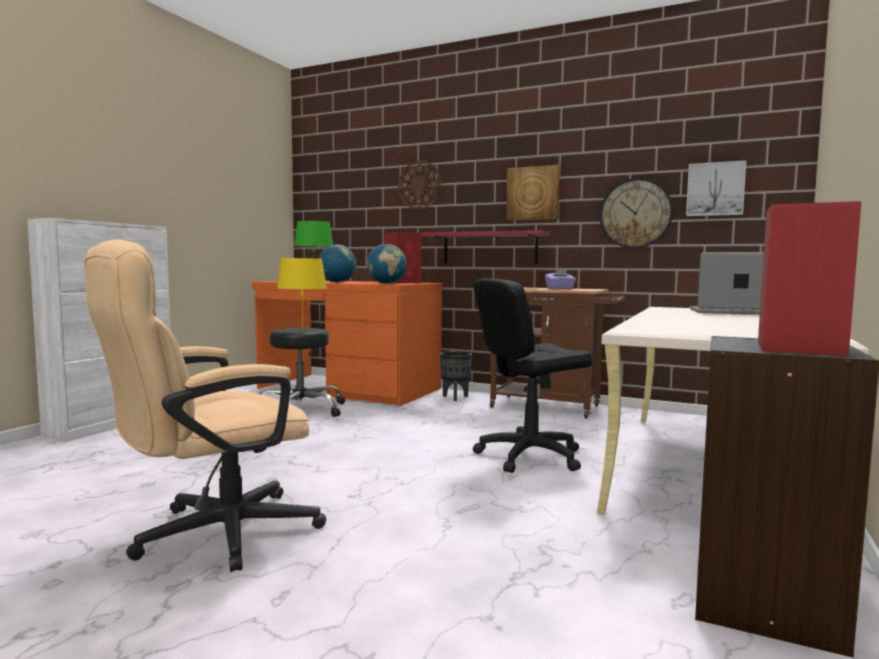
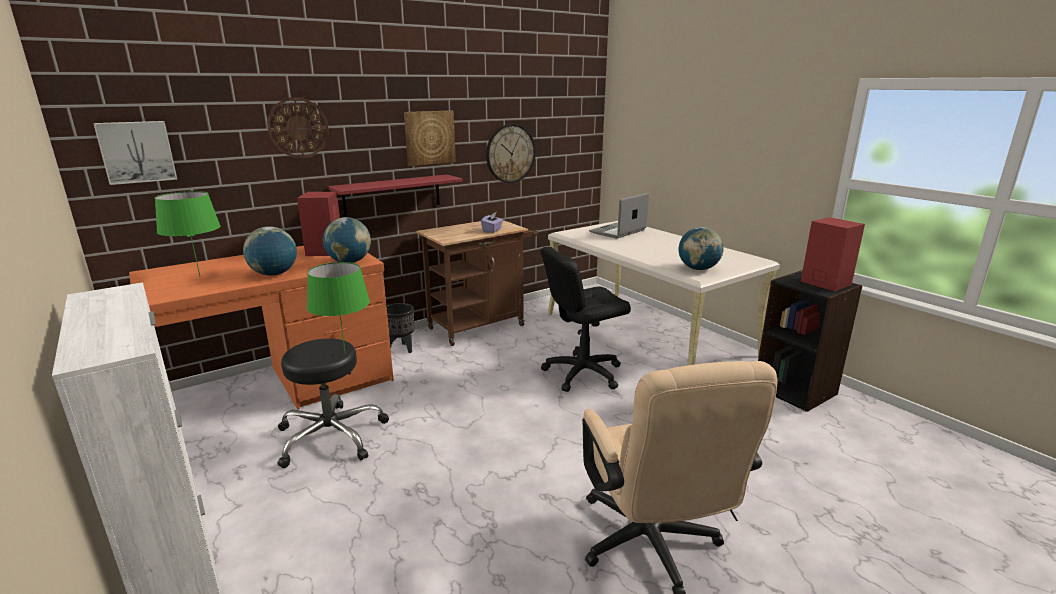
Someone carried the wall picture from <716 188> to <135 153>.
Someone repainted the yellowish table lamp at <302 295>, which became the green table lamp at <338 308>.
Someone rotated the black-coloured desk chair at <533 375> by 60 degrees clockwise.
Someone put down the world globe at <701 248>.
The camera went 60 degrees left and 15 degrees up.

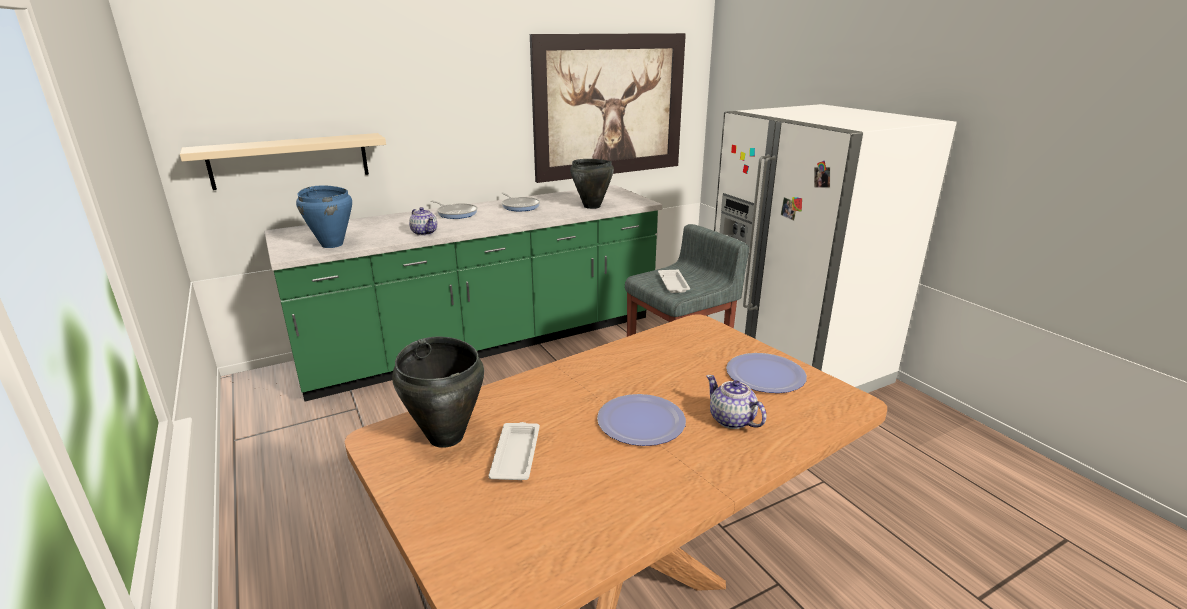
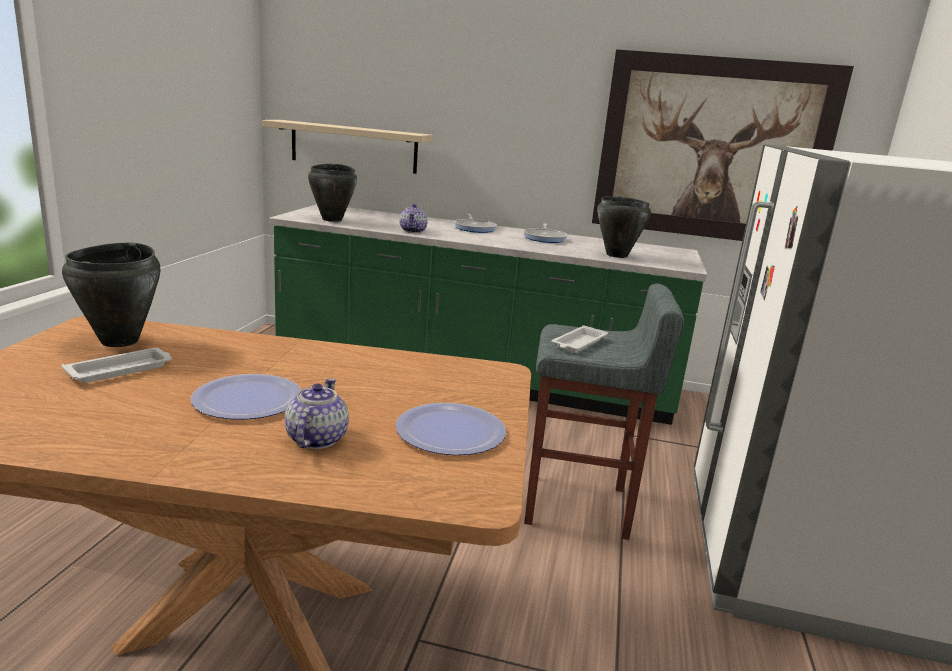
Someone repainted the bluish saucepot at <324 216>, which became the black-coloured saucepot at <332 193>.
The camera went 40 degrees right and 5 degrees down.

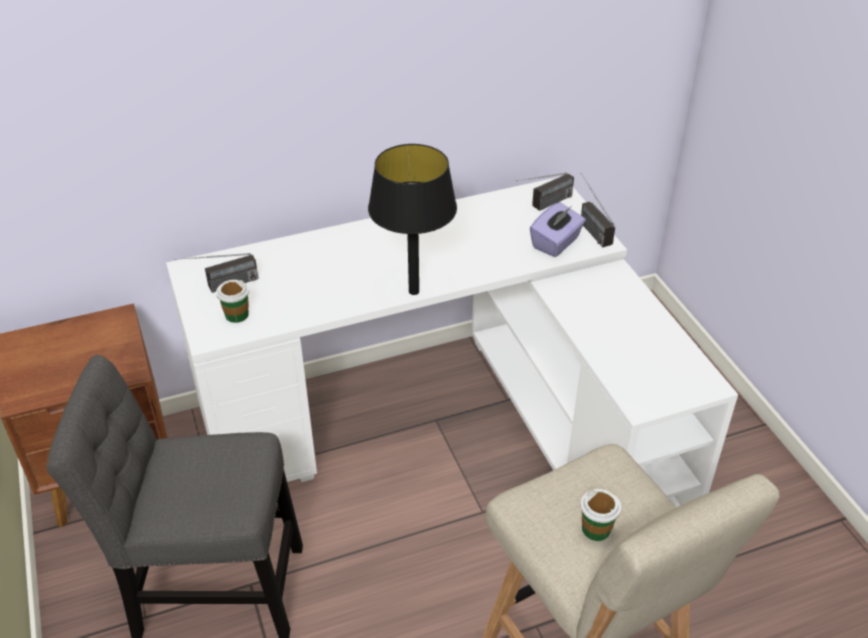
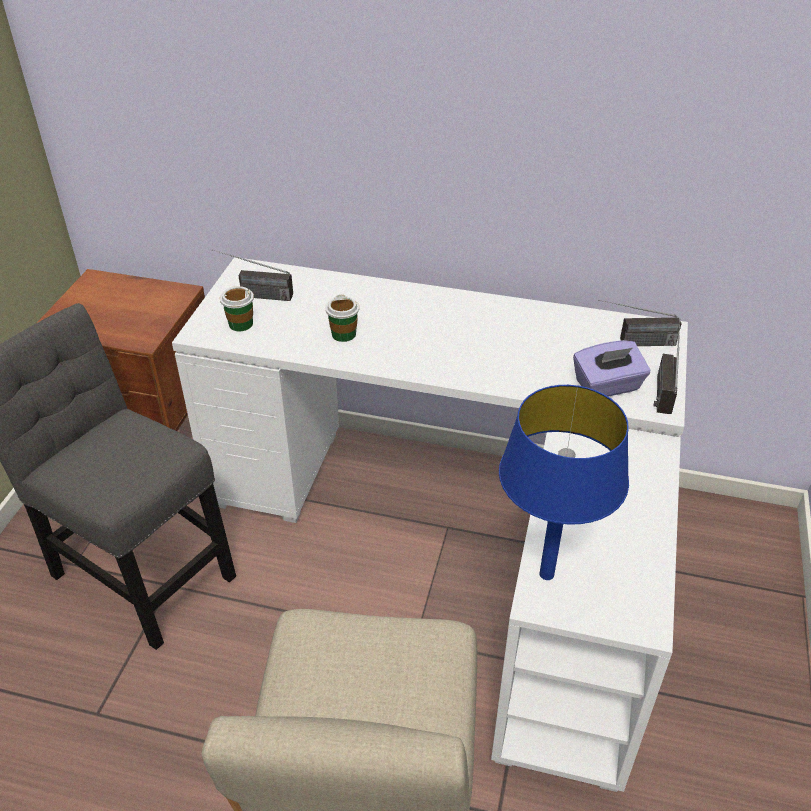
Someone took away the black-coloured table lamp at <412 219>.
Someone carried the drinking cup from <600 515> to <342 318>.
Someone put down the bluish table lamp at <564 482>.
The camera went 35 degrees right and 0 degrees up.

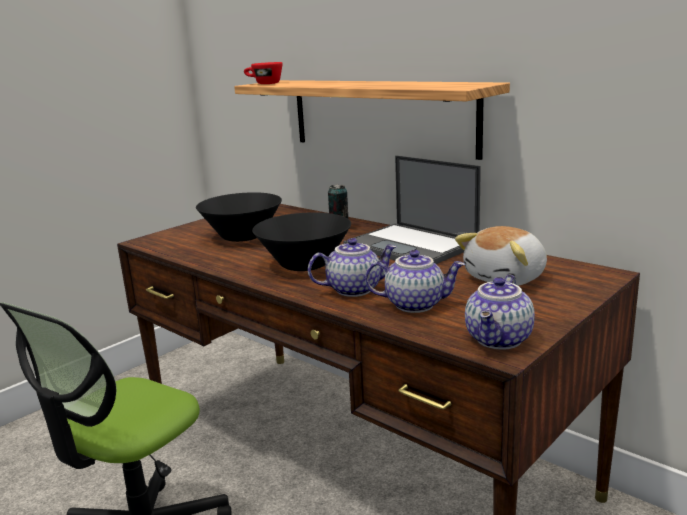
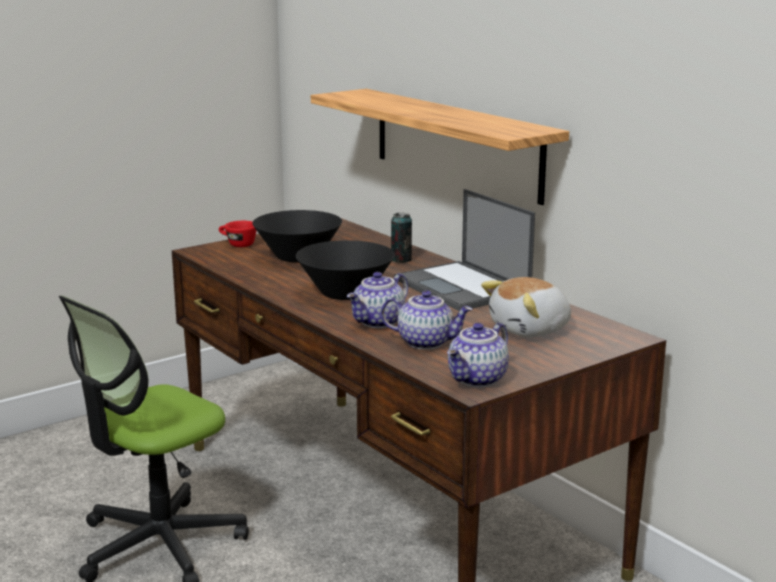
Someone carried the red-coloured drinking cup from <263 73> to <238 234>.
Someone rotated the pot for tea at <352 267> by 135 degrees clockwise.
The camera went 10 degrees right and 0 degrees up.

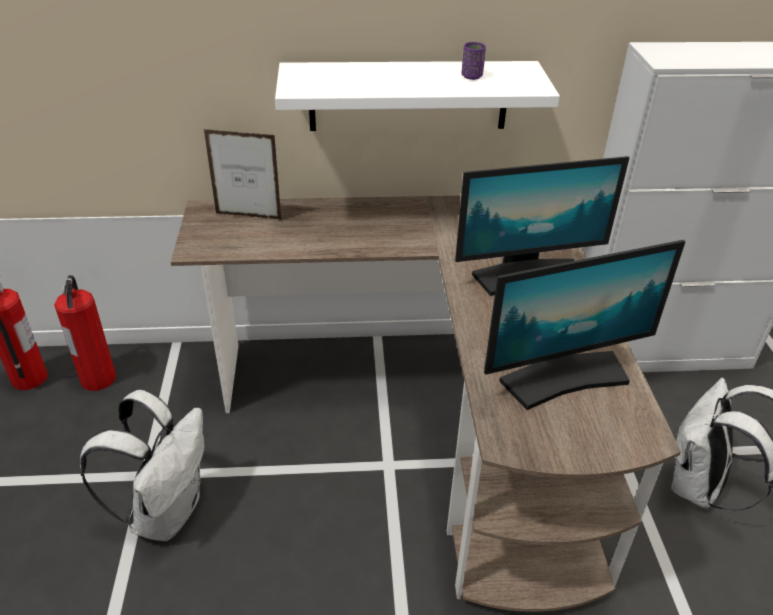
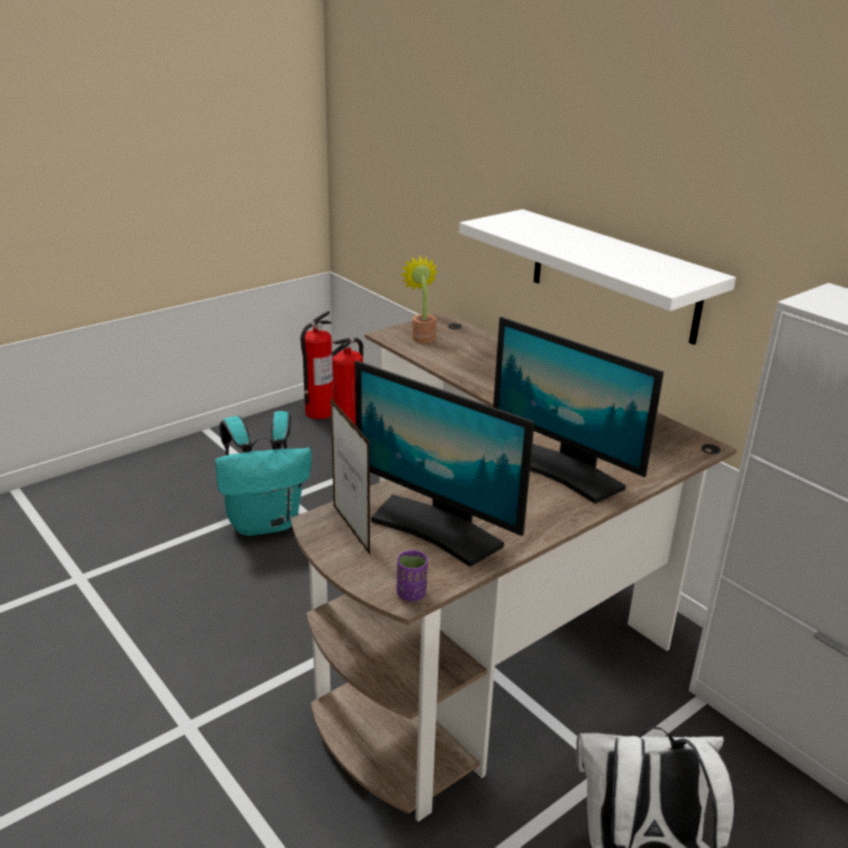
Someone carried the purplish drinking cup from <474 61> to <412 575>.
Someone carried the picture frame from <243 174> to <350 477>.
Someone repainted the white rucksack at <142 465>, which became the turquoise rucksack at <263 473>.
Someone put down the plant in a pot at <419 299>.
The camera went 55 degrees right and 10 degrees down.

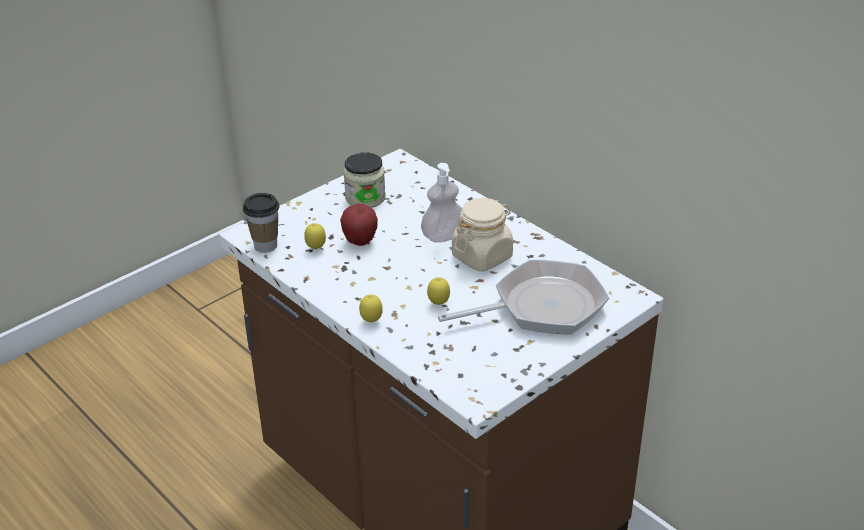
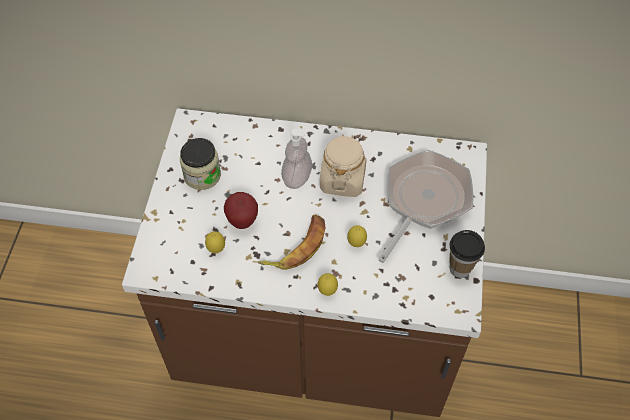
Someone carried the drinking cup from <261 223> to <467 254>.
Someone put down the whole banana at <292 242>.
The camera went 40 degrees left and 20 degrees up.

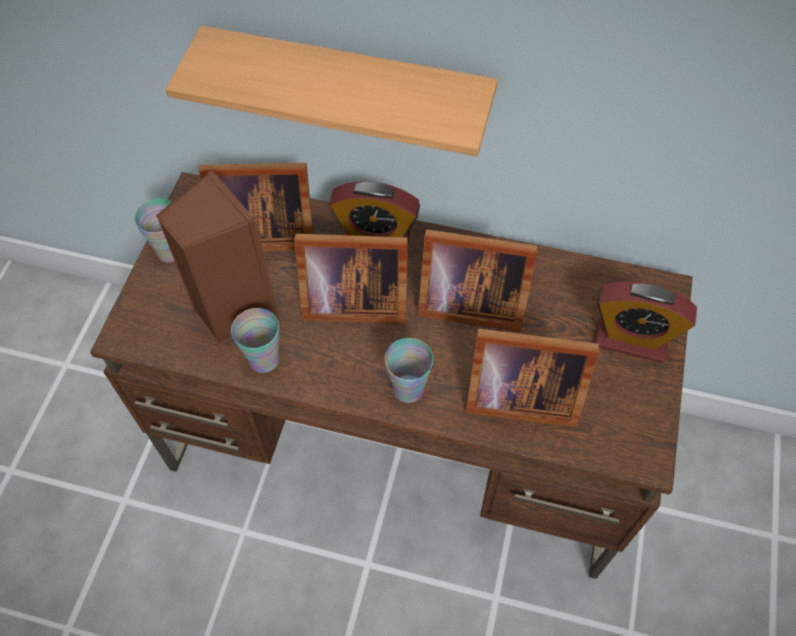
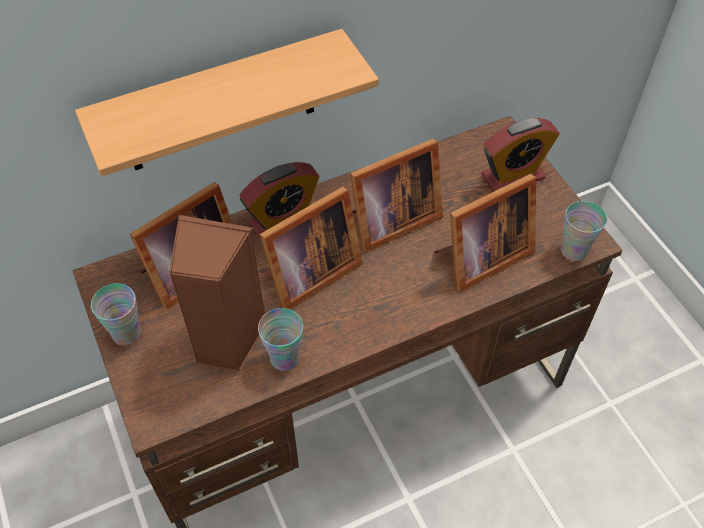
Someone carried the drinking cup from <409 370> to <584 231>.
The camera went 40 degrees left and 5 degrees down.

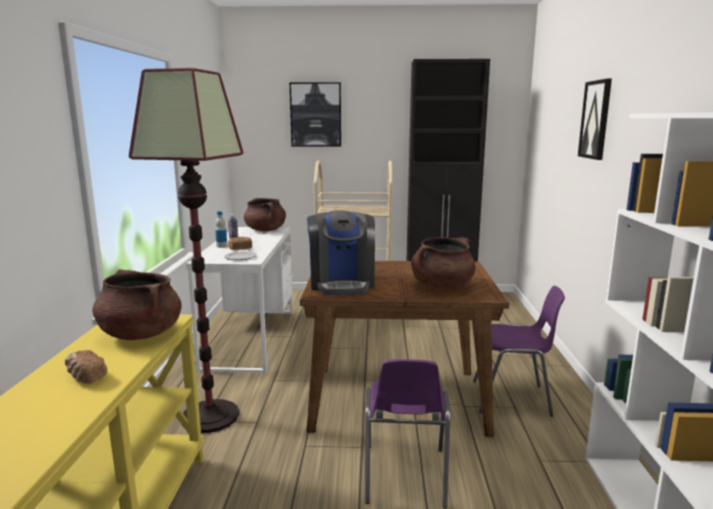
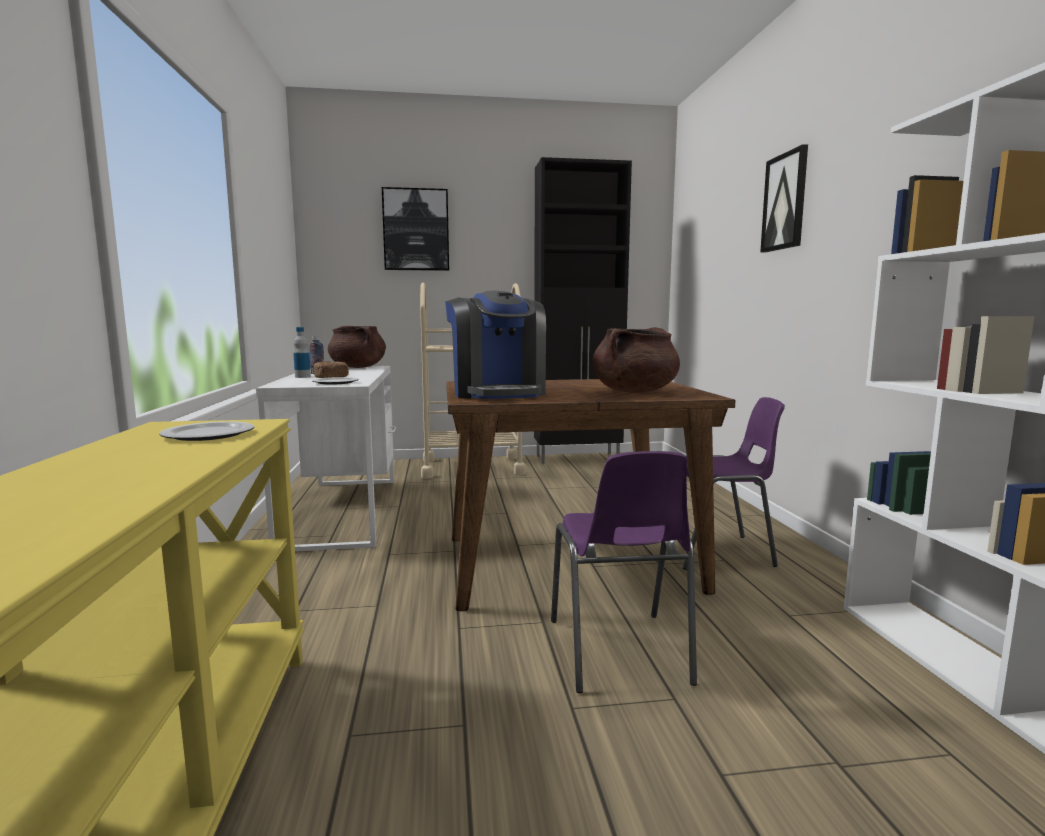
Someone took away the standing lamp at <186 250>.
Someone swapped the brown-coloured saucepot at <137 304> for the flat dish at <206 431>.
Someone took away the baked bread at <86 367>.
The camera went 10 degrees left and 5 degrees down.

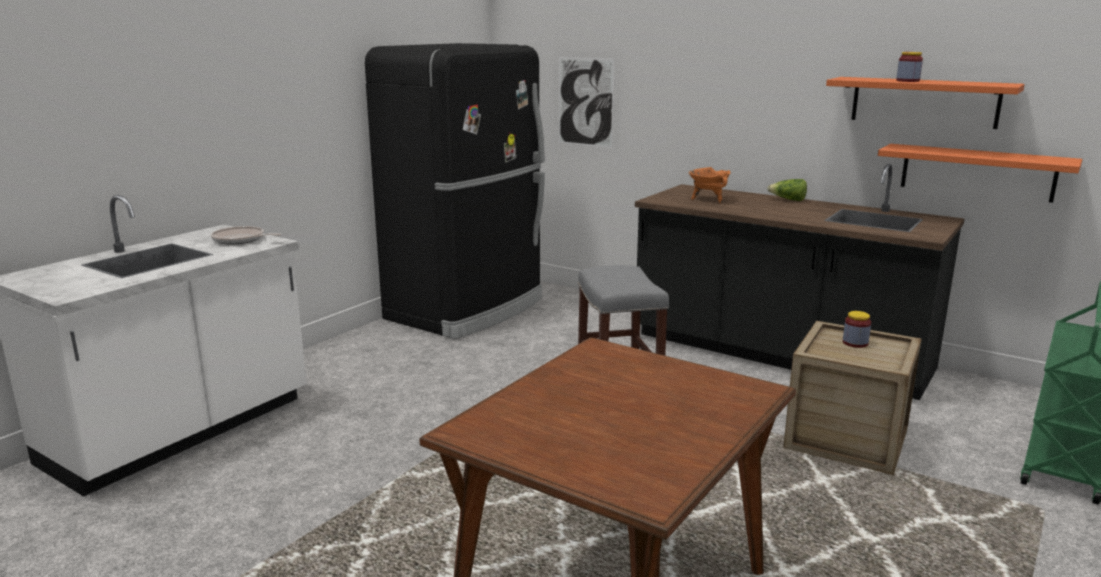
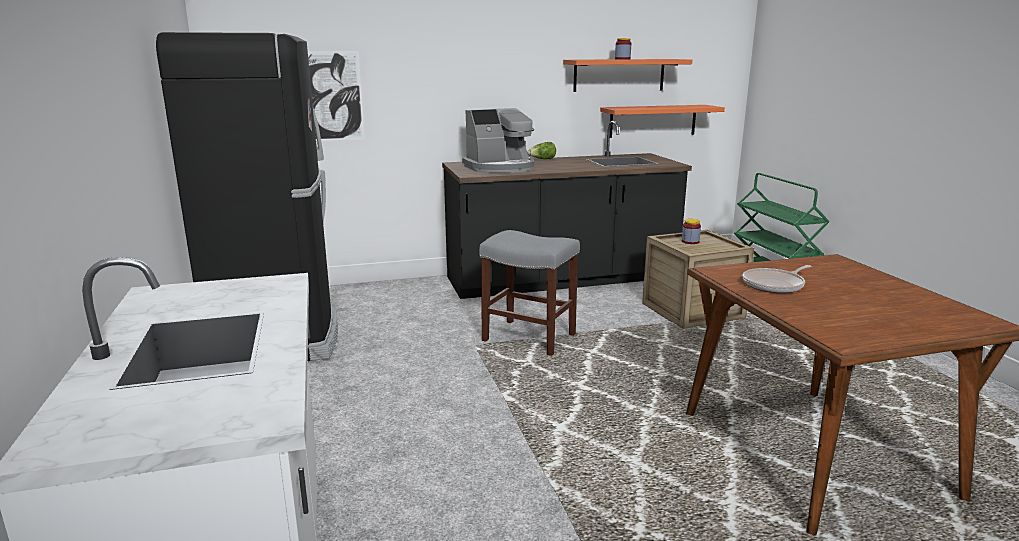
Someone swapped the orange-coloured saucepot at <709 185> for the coffee maker at <498 140>.
Someone carried the frying pan from <246 235> to <777 279>.
The camera went 50 degrees left and 0 degrees up.

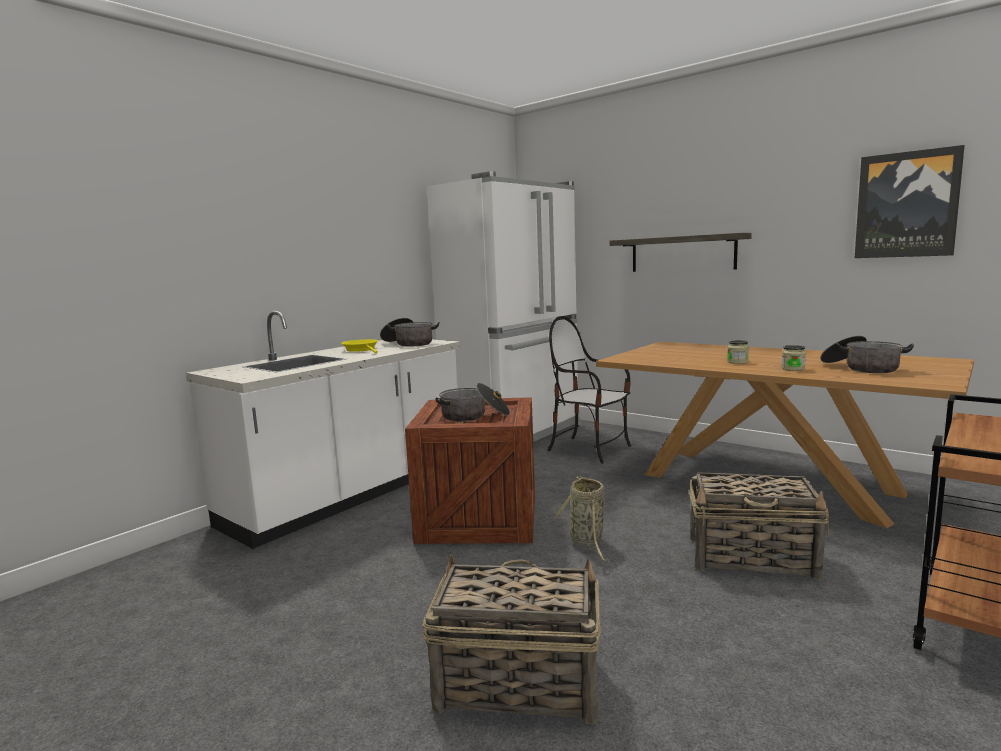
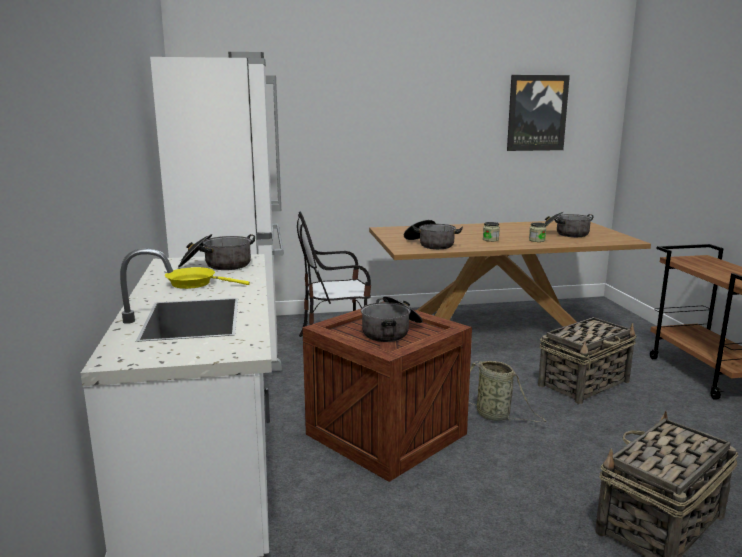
Someone took away the wall shelf at <681 252>.
Someone put down the saucepot at <433 234>.
The camera went 50 degrees left and 5 degrees up.

